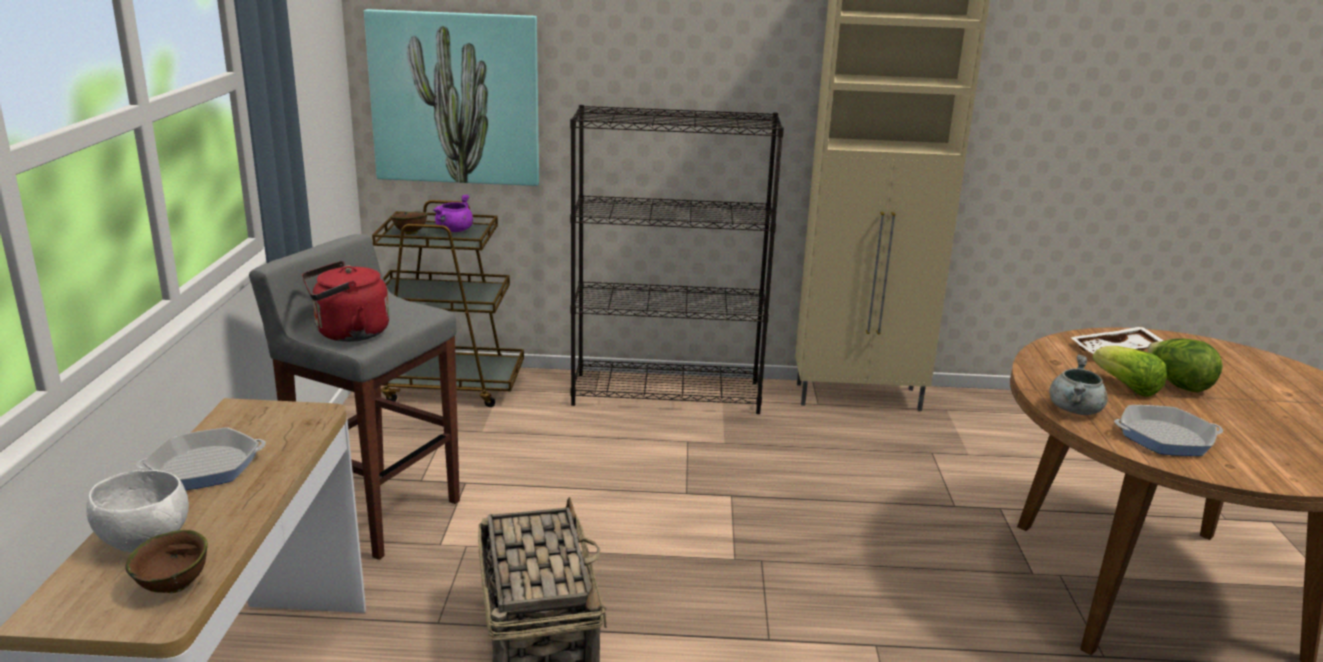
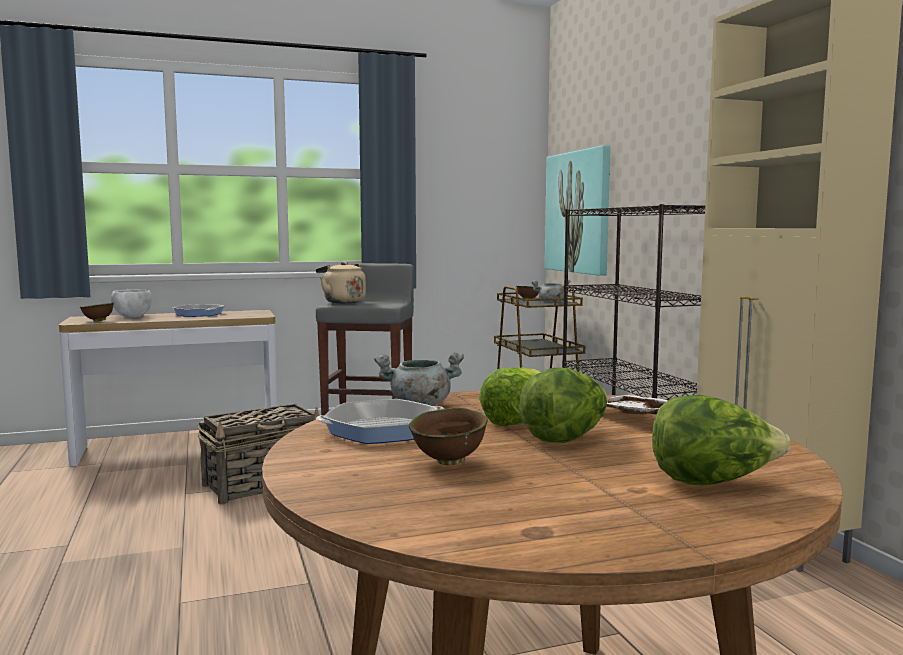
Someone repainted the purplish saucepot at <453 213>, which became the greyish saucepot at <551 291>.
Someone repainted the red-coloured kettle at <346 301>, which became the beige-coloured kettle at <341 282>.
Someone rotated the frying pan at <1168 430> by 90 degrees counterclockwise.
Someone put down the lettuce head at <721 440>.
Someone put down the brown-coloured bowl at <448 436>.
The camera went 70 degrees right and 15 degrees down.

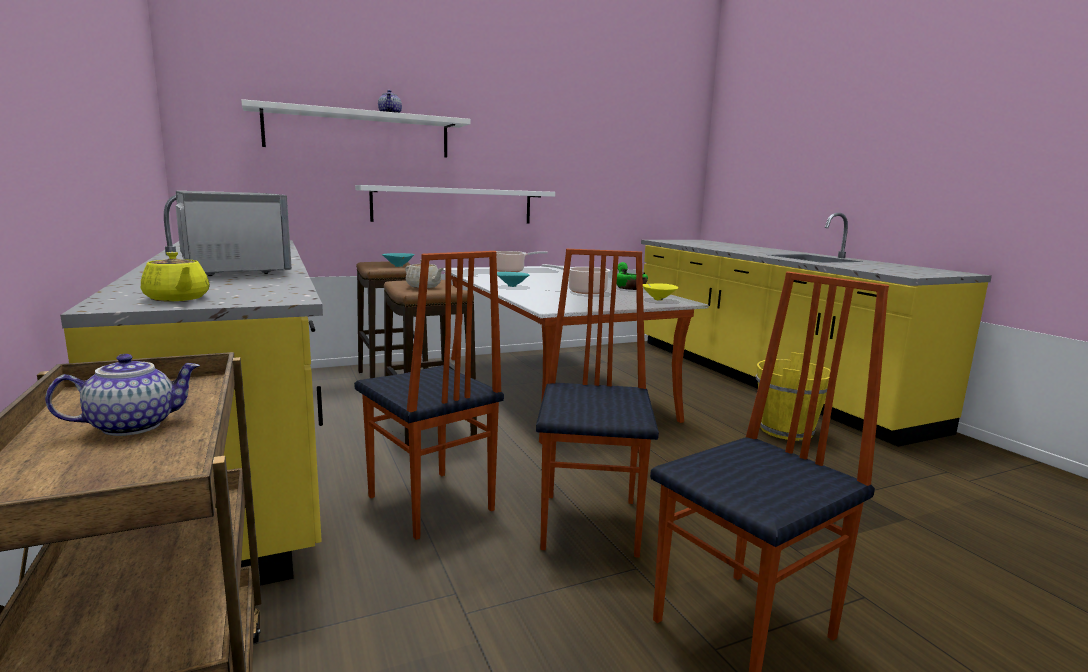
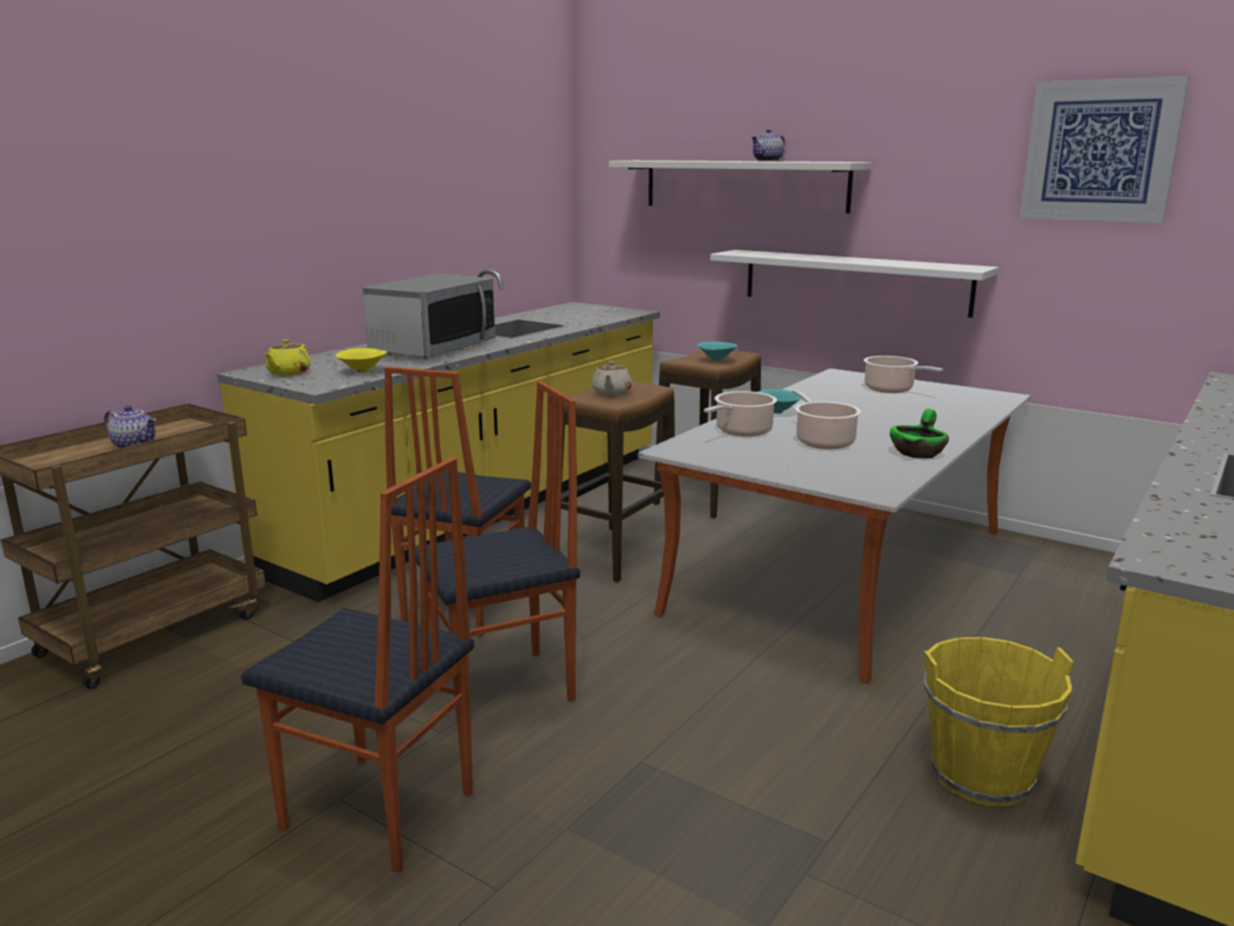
Someone carried the yellowish bowl from <660 292> to <361 360>.
Someone put up the wall picture at <1104 149>.
Someone put down the saucepot at <740 413>.
The camera went 60 degrees right and 5 degrees up.

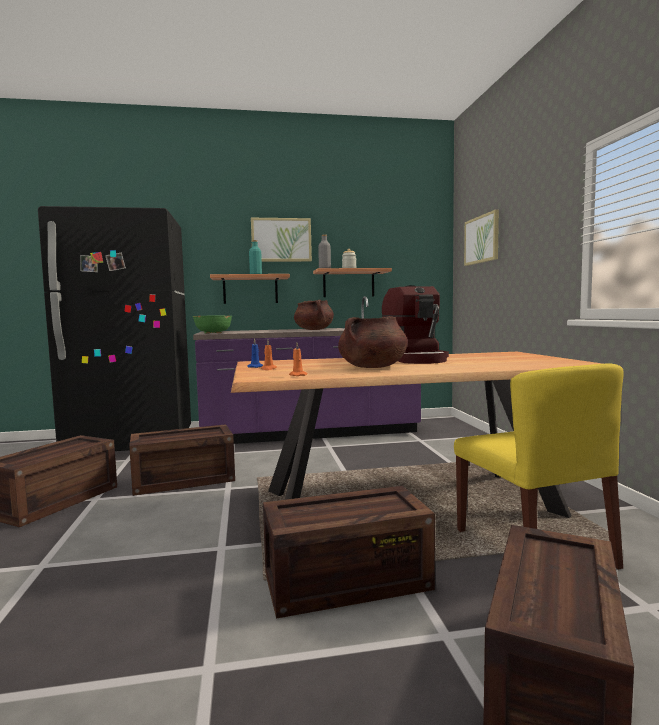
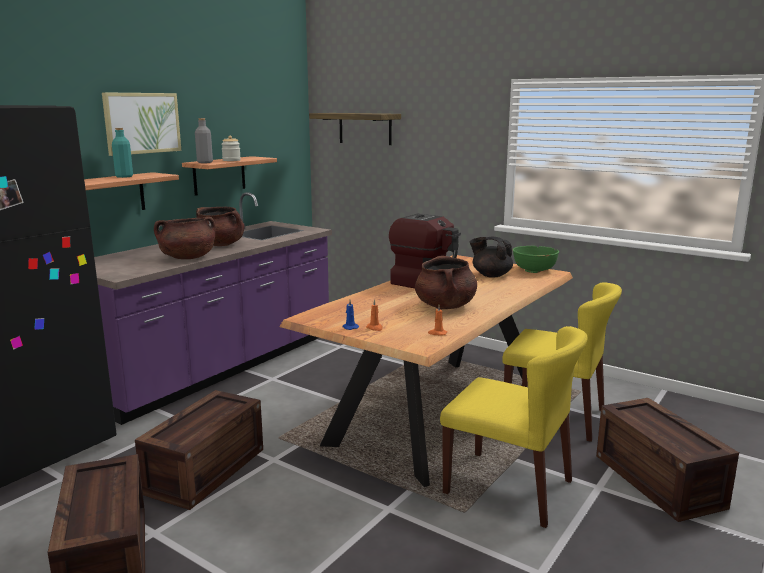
Someone swapped the wall picture at <481 238> for the wall shelf at <355 129>.
Someone carried the green bowl from <212 324> to <536 259>.
Someone swapped the crate at <349 552> for the yellowish plain chair at <513 427>.
Someone put down the brown-coloured saucepot at <184 238>.
Someone put down the black-coloured pot for tea at <491 257>.
The camera went 45 degrees left and 10 degrees up.

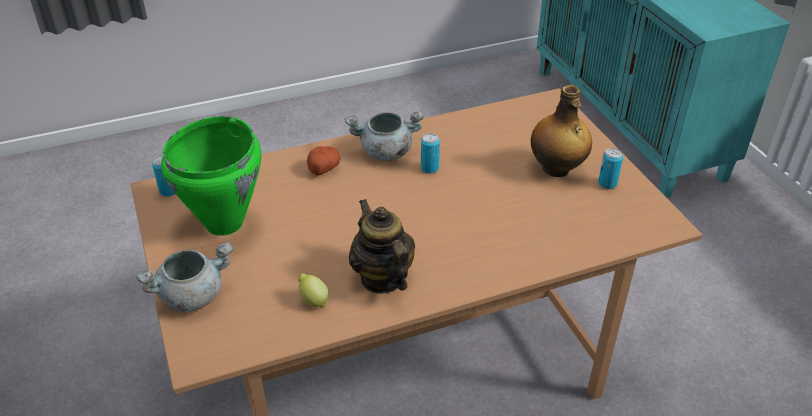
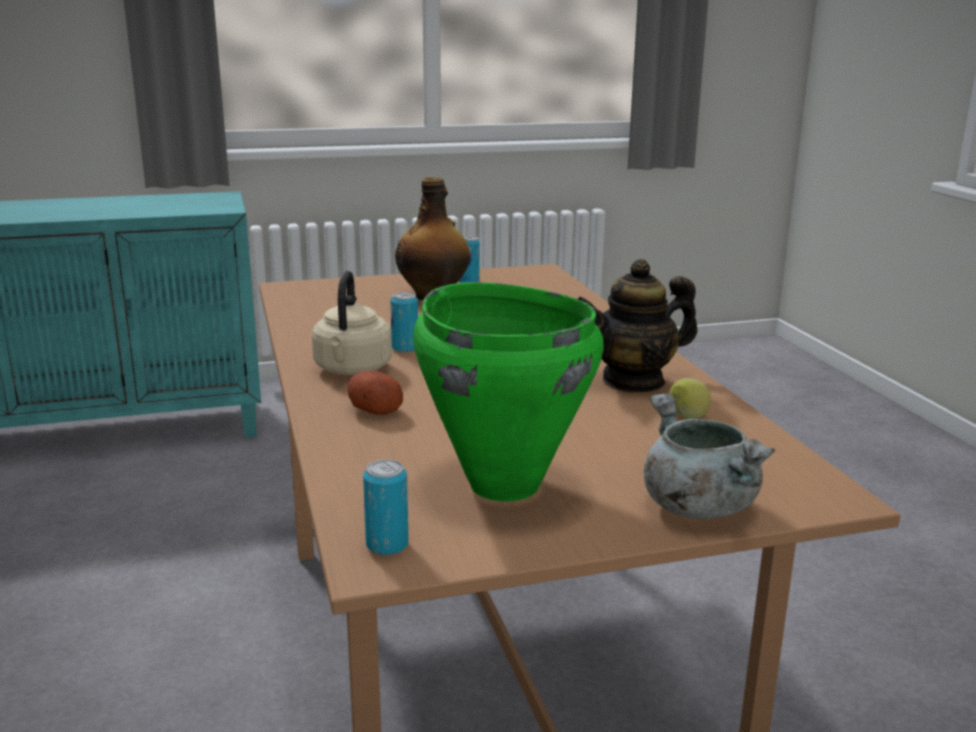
Someone swapped the greyish saucepot at <384 136> for the beige-coloured kettle at <352 323>.
The camera went 85 degrees left and 20 degrees down.

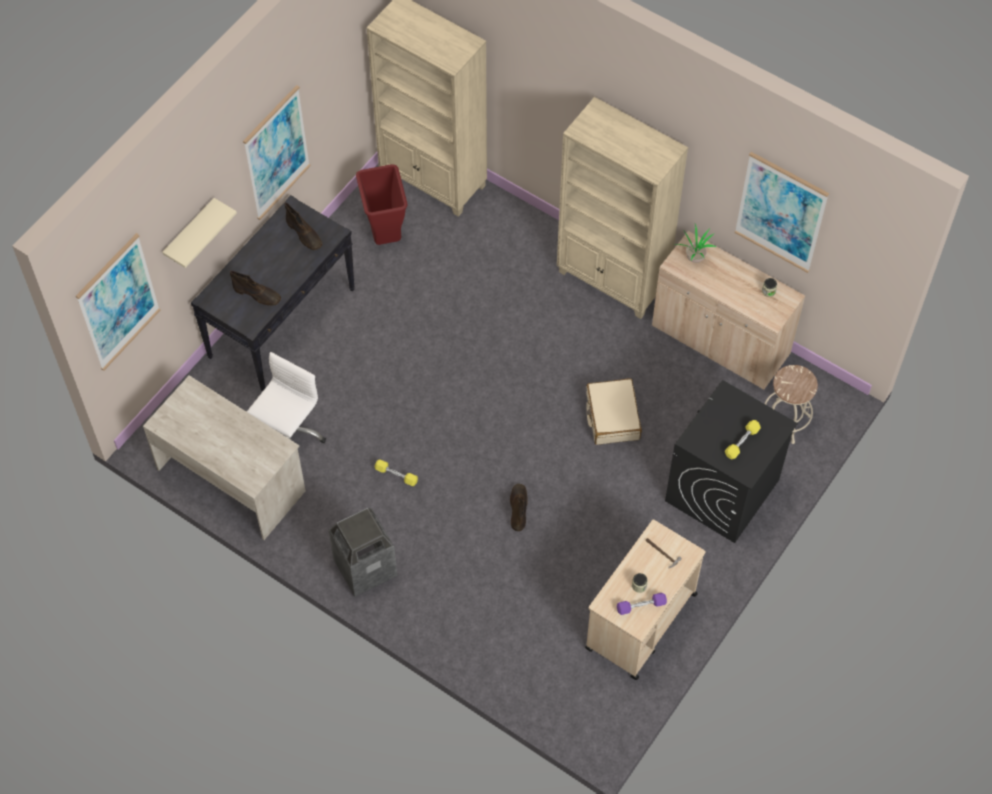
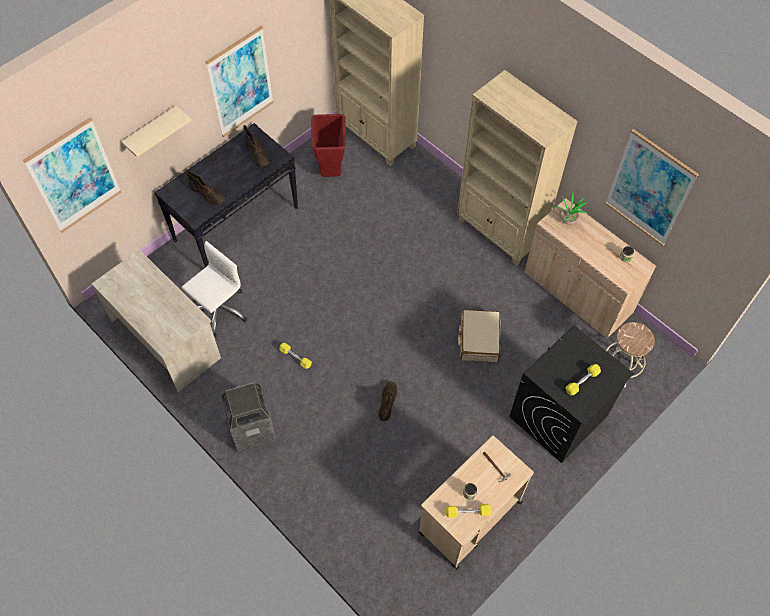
Someone repainted the purplish hand weight at <642 604>, which became the yellowish hand weight at <468 511>.
The camera went 10 degrees right and 0 degrees up.

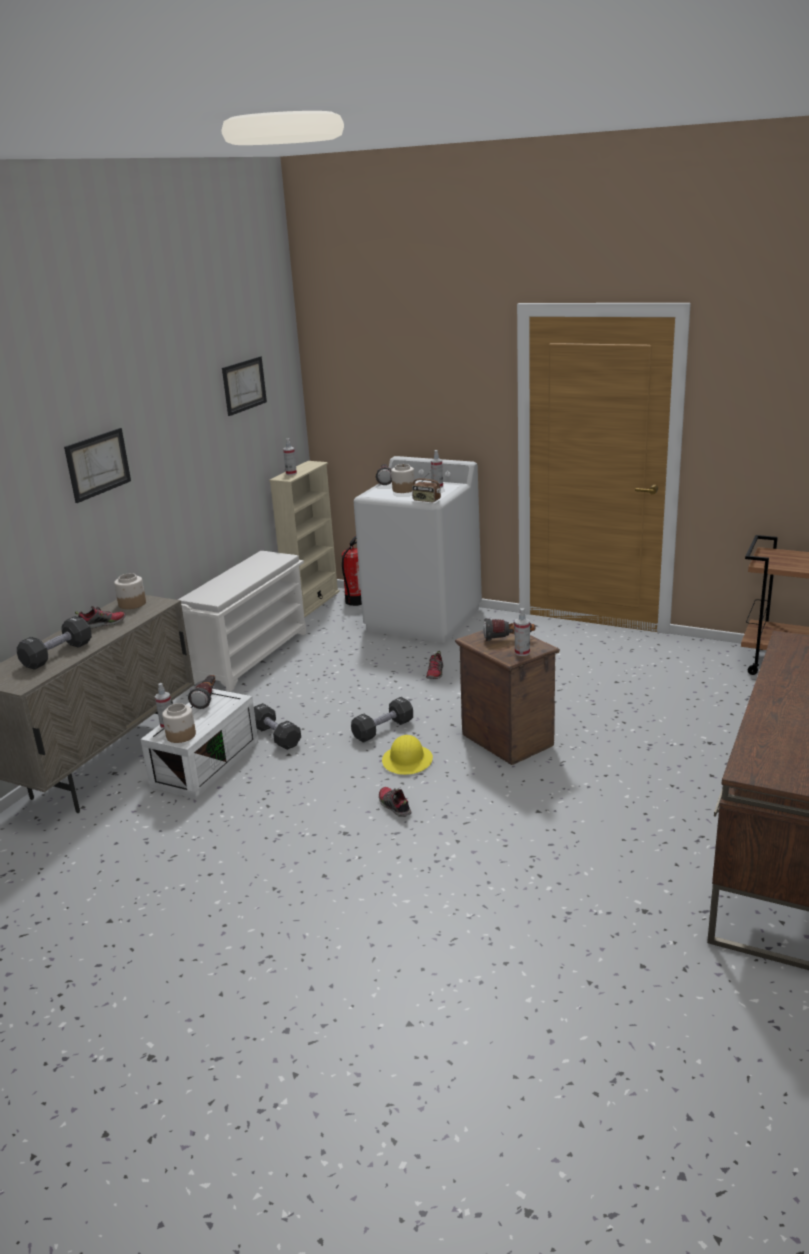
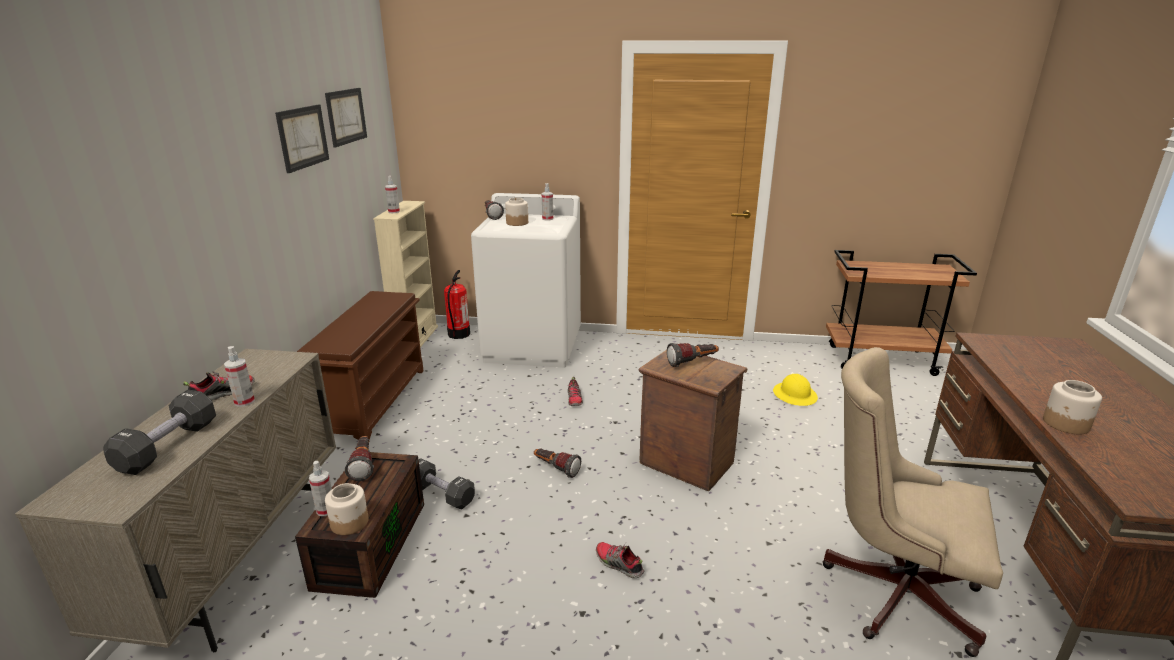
Someone carried the wall picture from <97 465> to <302 138>.
Someone took away the radio set at <426 487>.
Someone repainted the white shoe rack at <242 621>, which became the brown-coloured shoe rack at <360 366>.
Someone carried the preserve jar from <130 591> to <1072 407>.
Someone carried the hand sprayer from <522 632> to <239 376>.
Someone repainted the white storage container at <199 744>, which became the brown-coloured storage container at <359 525>.
Someone swapped the black-coloured hand weight at <382 720> for the flashlight at <557 463>.
Someone carried the yellowish work helmet from <407 755> to <795 390>.
Someone put down the beige-coloured desk chair at <913 502>.
The camera went 20 degrees left and 0 degrees up.

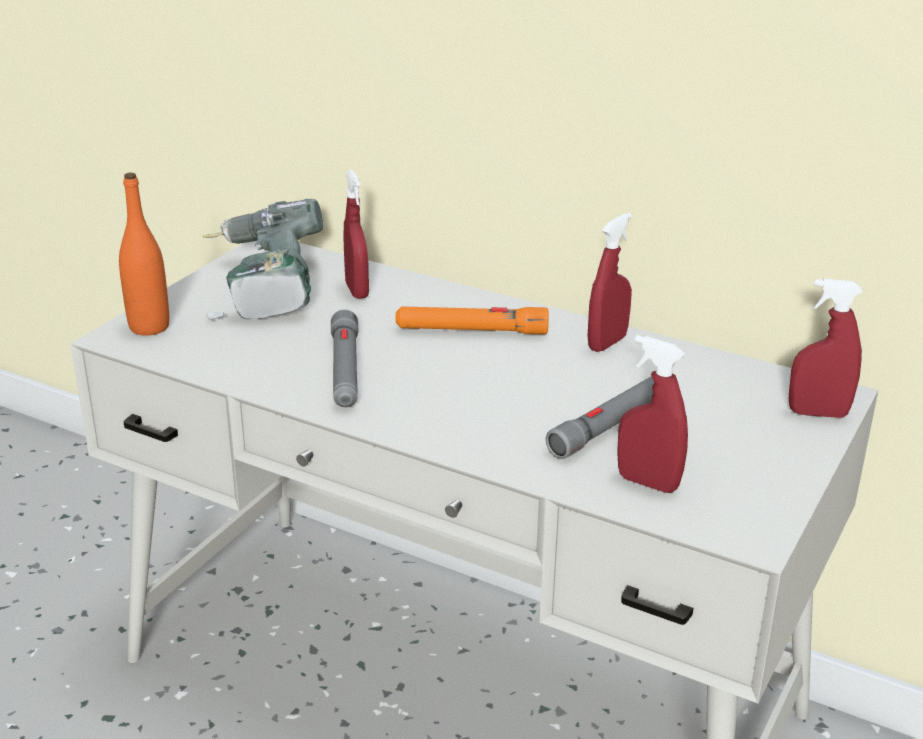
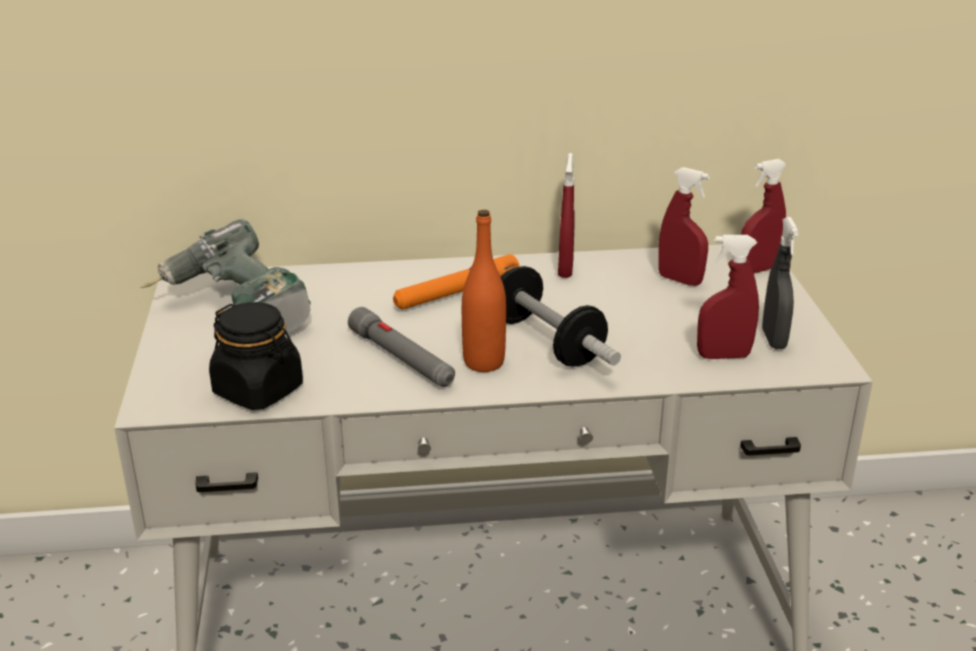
Someone carried the red-coloured hand sprayer from <356 234> to <684 226>.
Someone carried the orange-coloured bottle from <144 254> to <484 290>.
Someone took away the greyish flashlight at <600 417>.
Someone put down the greyish hand sprayer at <780 283>.
Someone put down the hand weight at <560 316>.
Someone put down the black-coloured preserve jar at <256 356>.
The camera went 35 degrees left and 0 degrees up.

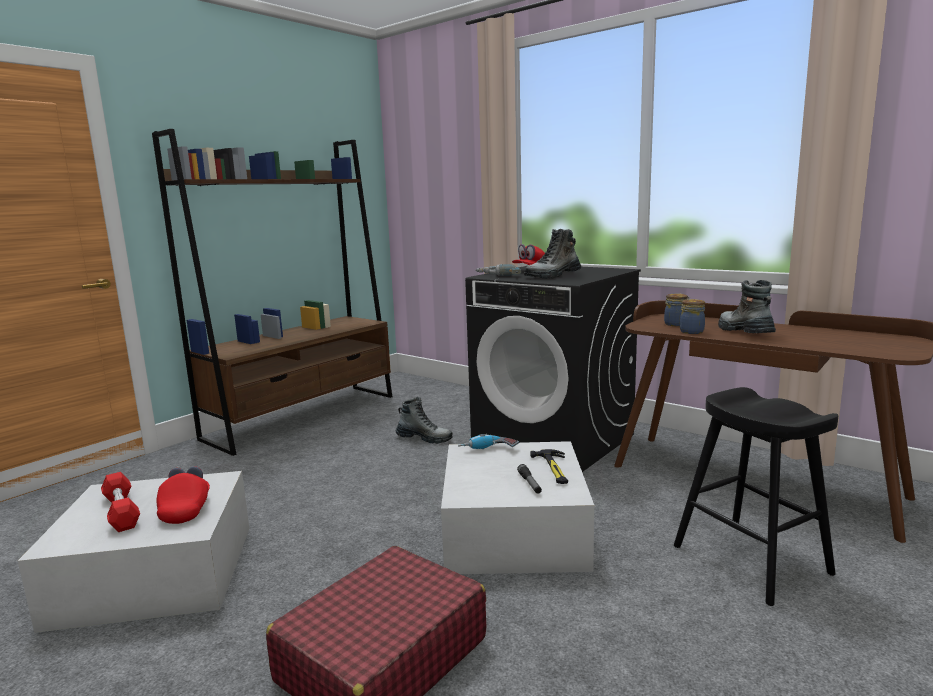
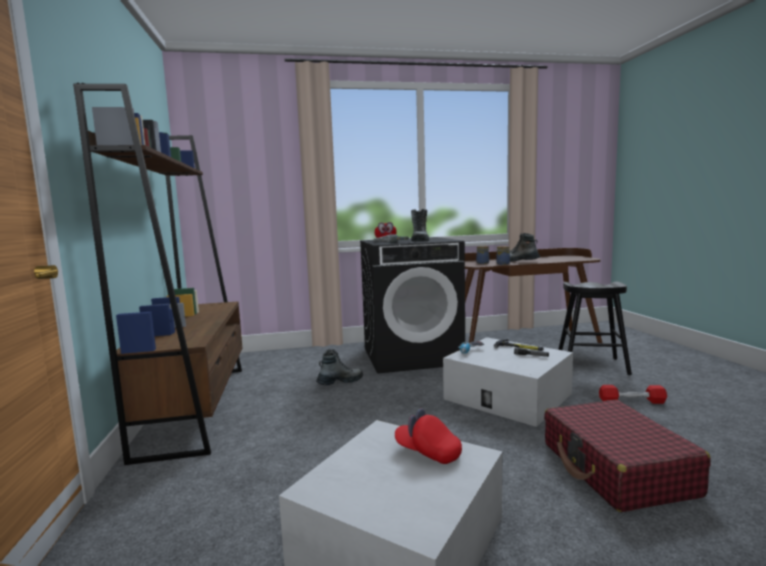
Someone carried the red-coloured hand weight from <120 502> to <633 394>.
The camera went 50 degrees left and 5 degrees down.

